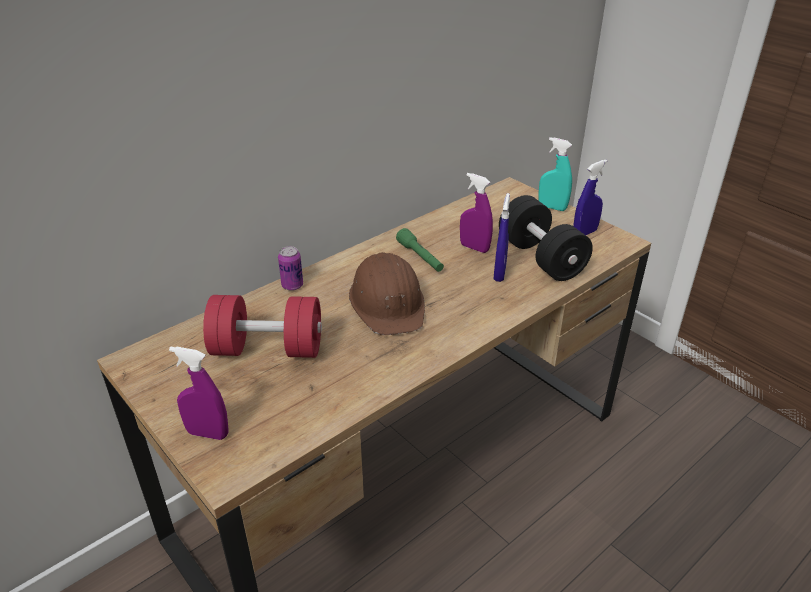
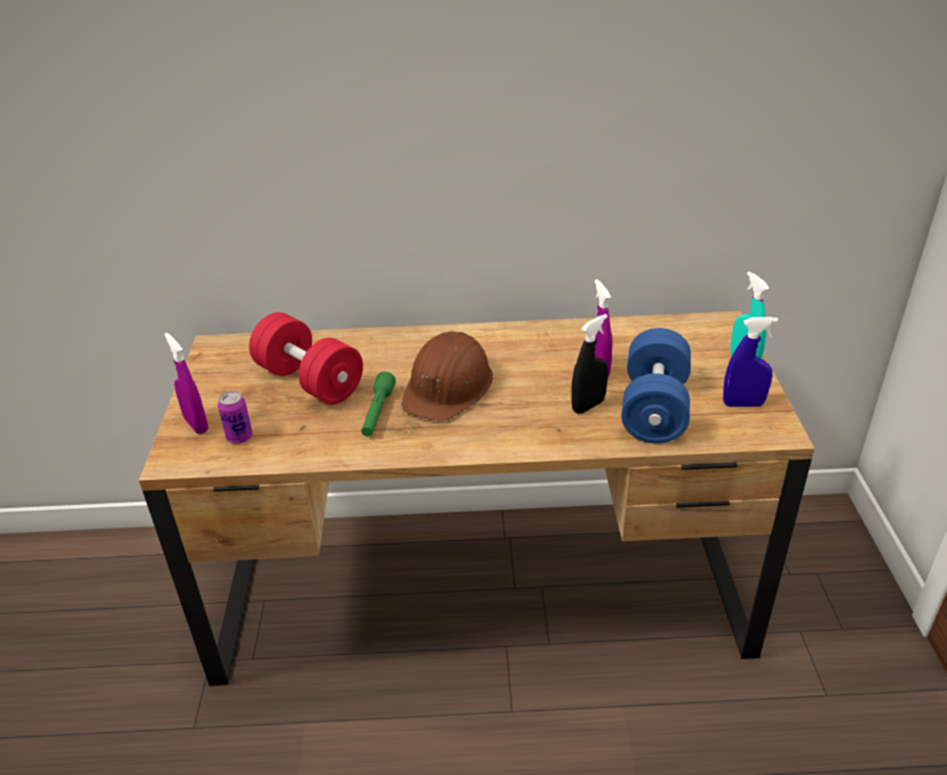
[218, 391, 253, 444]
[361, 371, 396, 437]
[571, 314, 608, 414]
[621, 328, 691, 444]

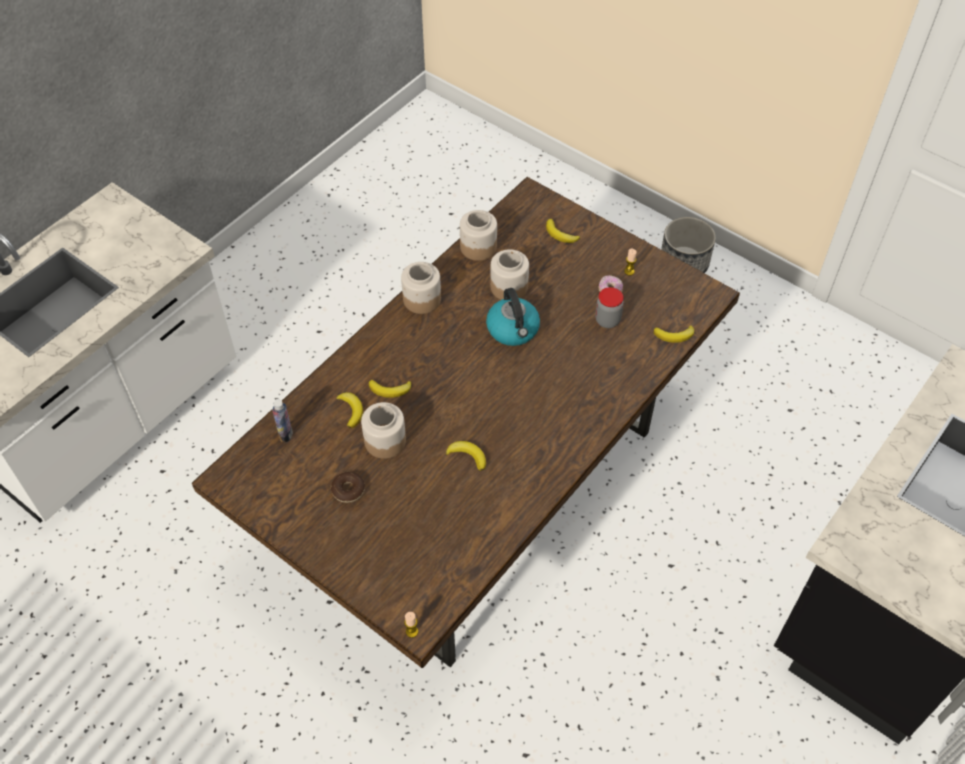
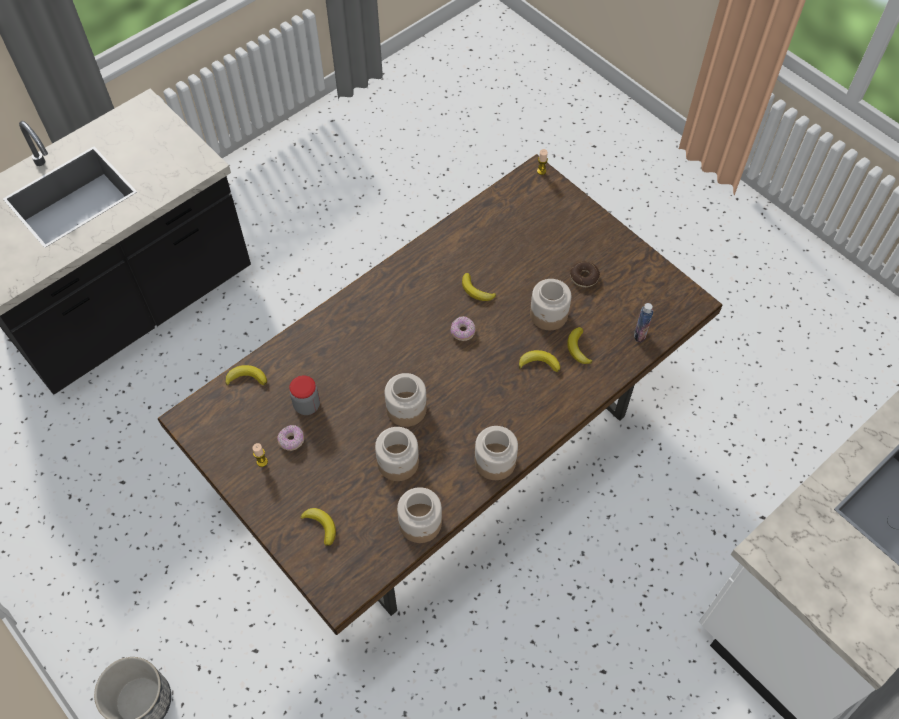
[450, 316, 475, 341]
[385, 373, 427, 427]

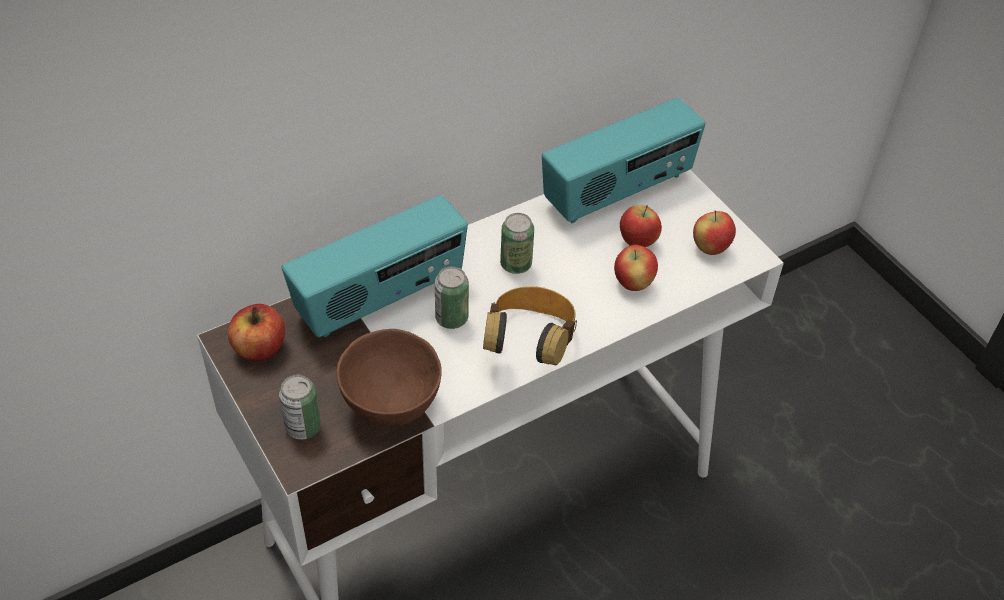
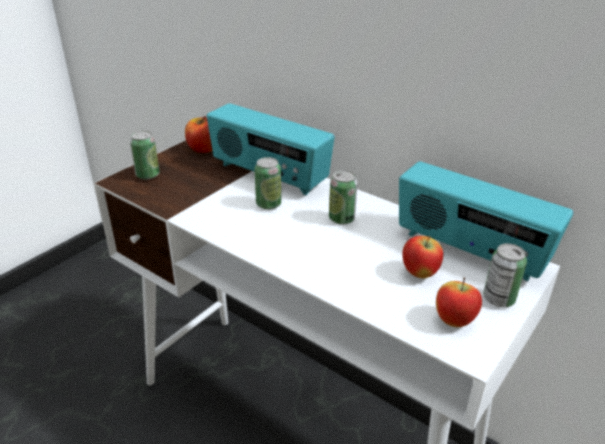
[337, 329, 442, 426] (first image)
[483, 286, 577, 365] (first image)
[614, 245, 658, 291] (first image)
[483, 243, 527, 307]

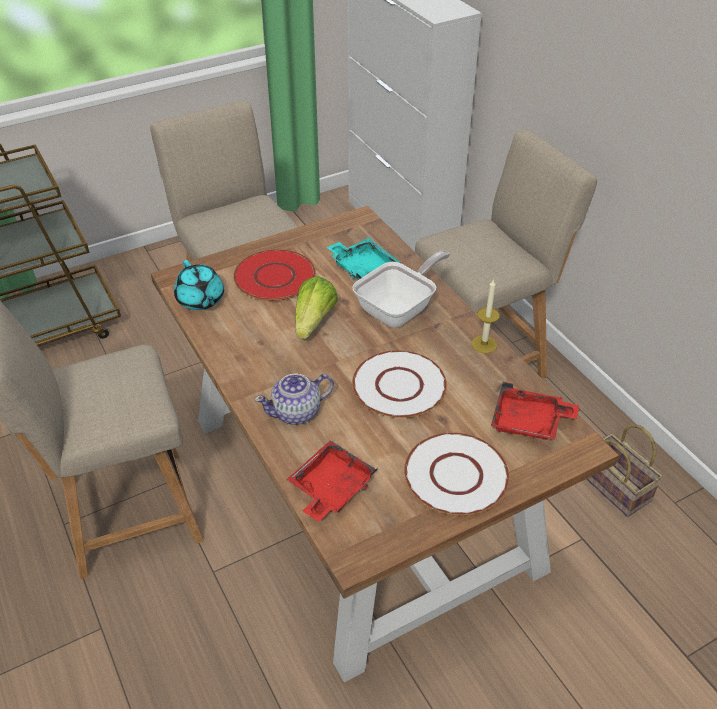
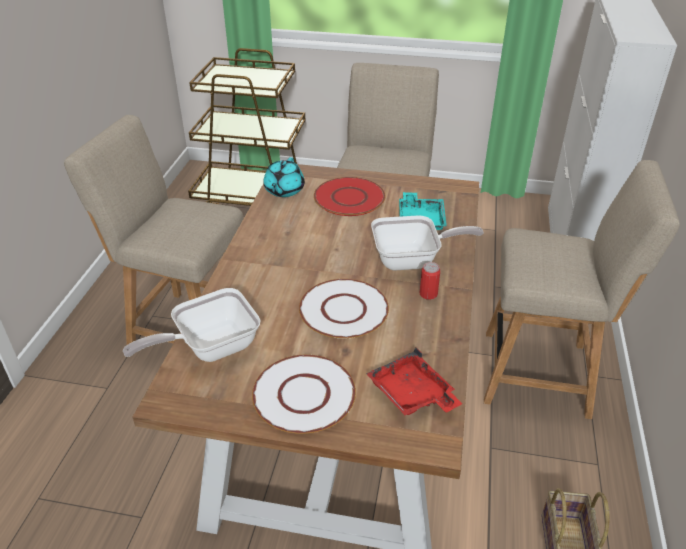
[255, 373, 334, 425] (first image)
[295, 276, 338, 339] (first image)
[472, 279, 500, 353] (first image)
[420, 262, 440, 300]
[123, 288, 261, 362]

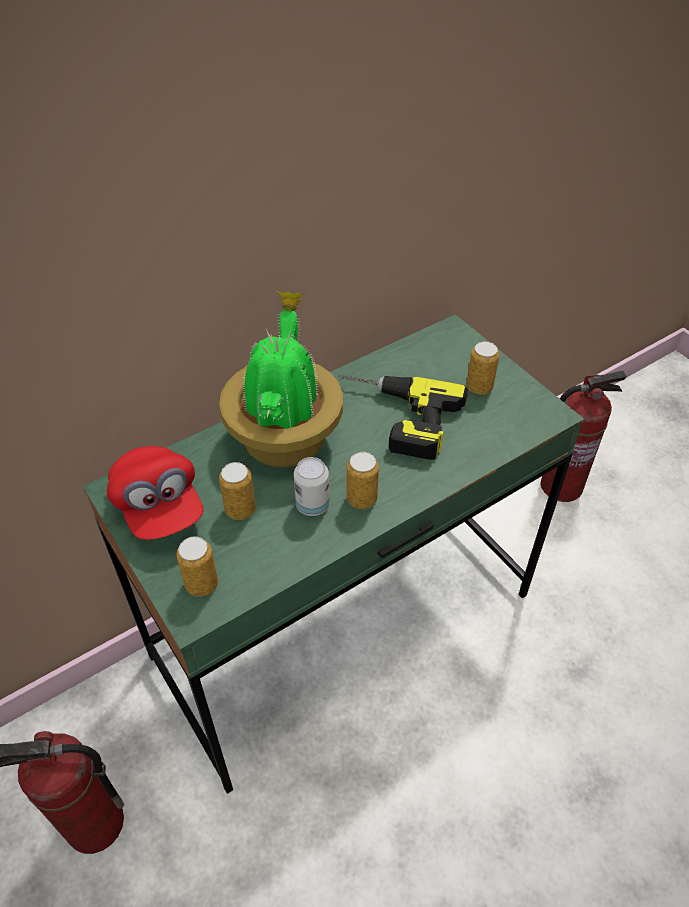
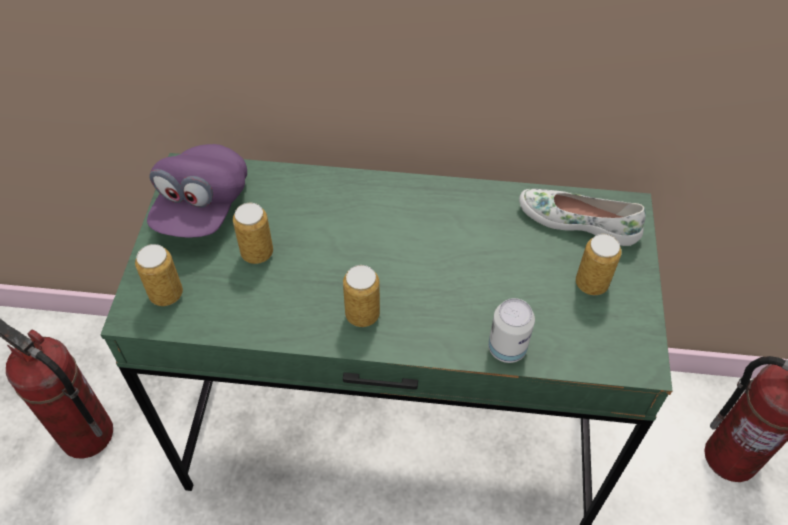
[219, 292, 343, 467] (first image)
[338, 375, 468, 460] (first image)
[519, 189, 646, 246]
[488, 298, 535, 363]
[147, 144, 247, 238]

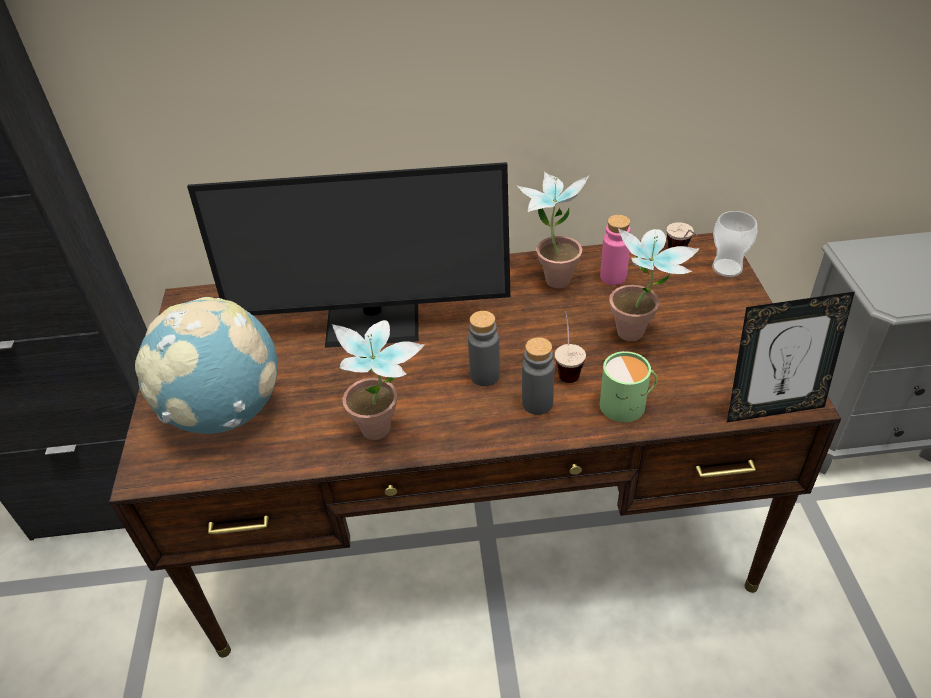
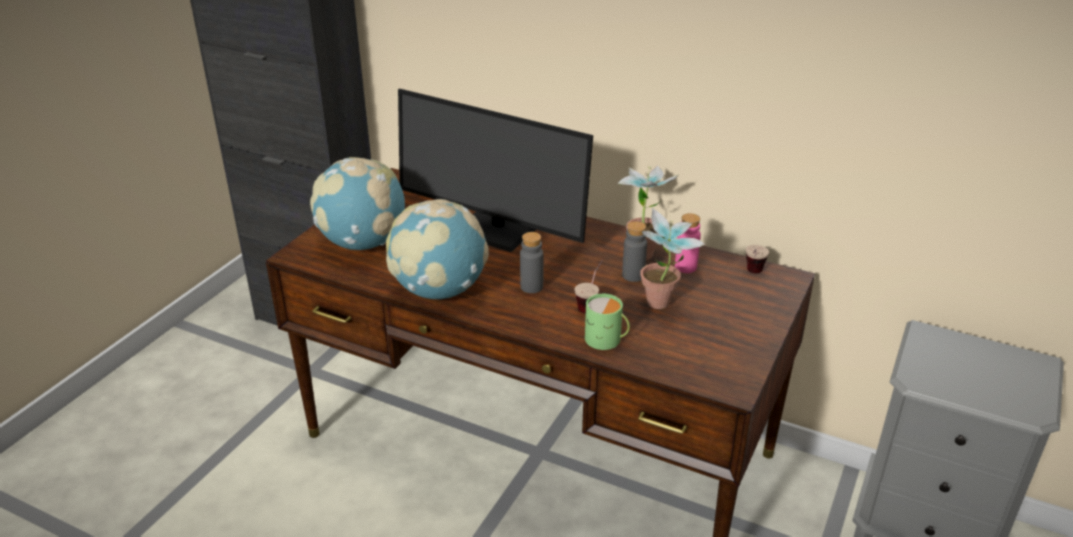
[712, 211, 757, 277] (first image)
[727, 292, 855, 422] (first image)
[622, 221, 647, 282]
[386, 199, 489, 299]

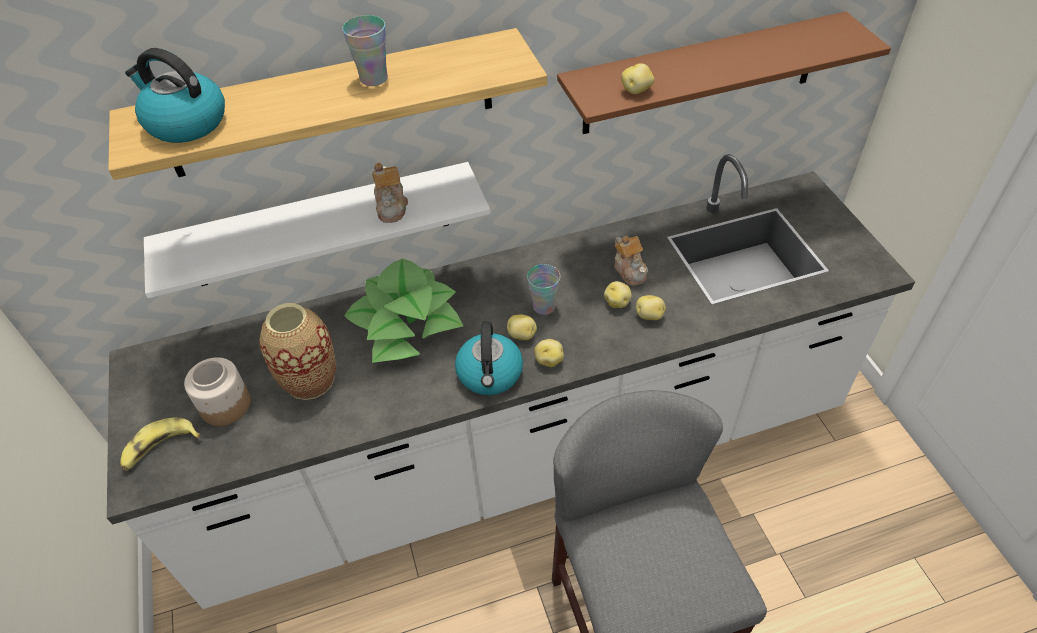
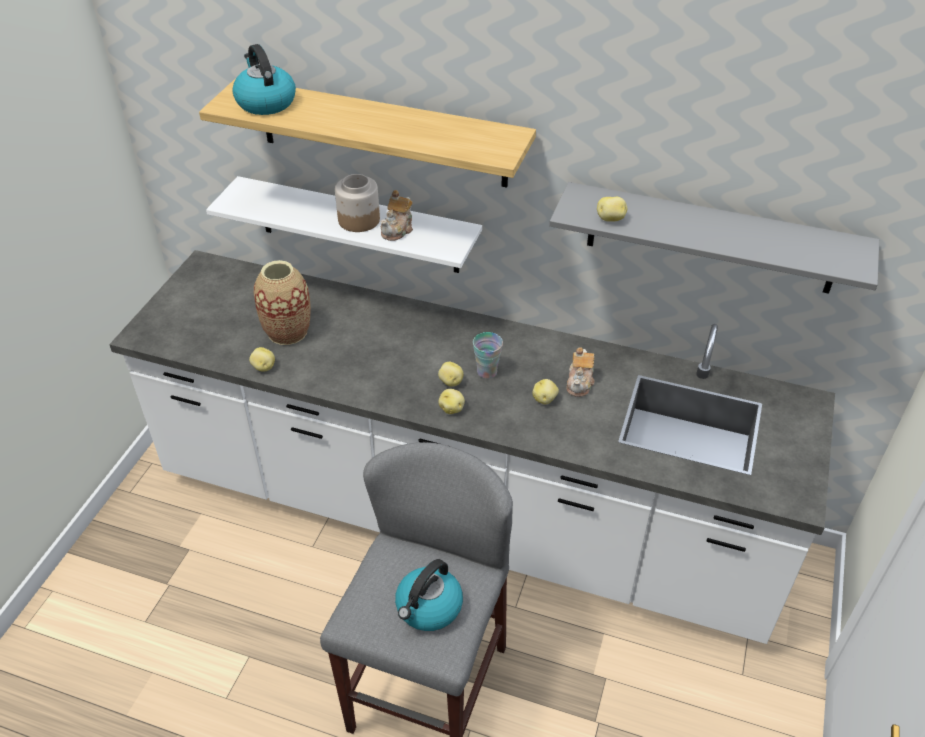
[120, 418, 200, 471] (first image)
[342, 15, 388, 86] (first image)
[344, 259, 463, 363] (first image)
[335, 174, 380, 232]
[395, 559, 463, 631]
[249, 347, 275, 371]
[549, 182, 879, 294]

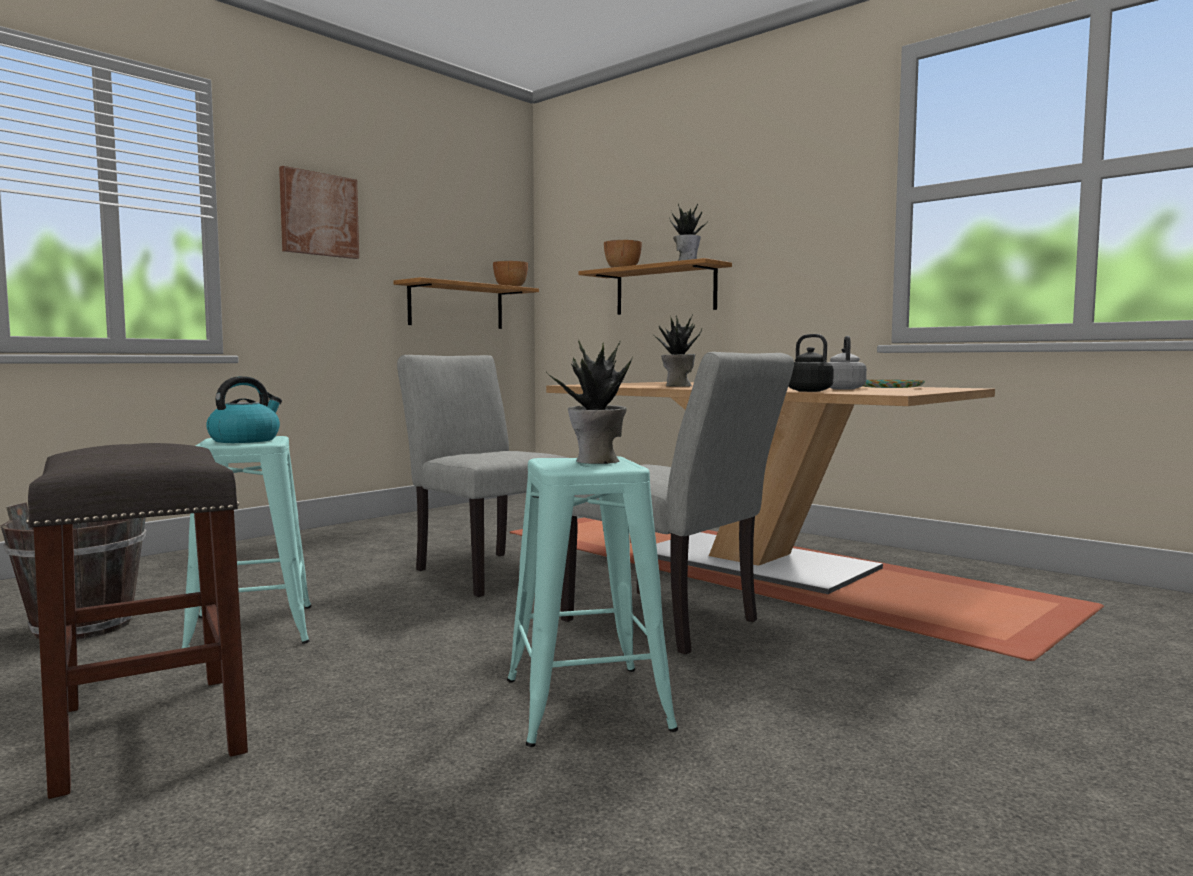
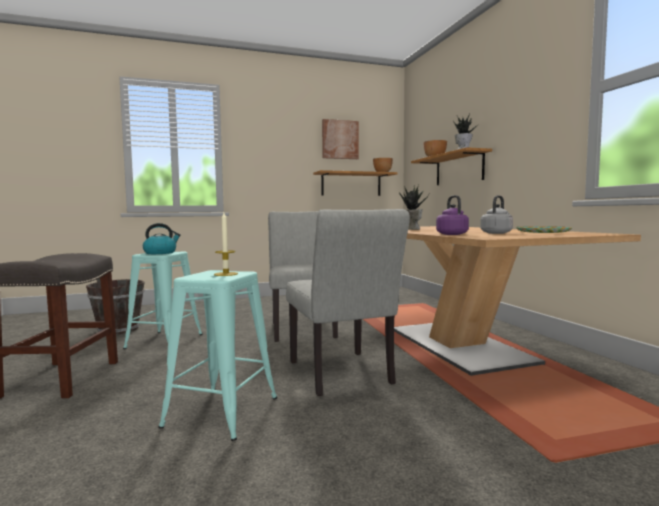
[322, 119, 359, 159]
[214, 212, 238, 276]
[436, 195, 469, 235]

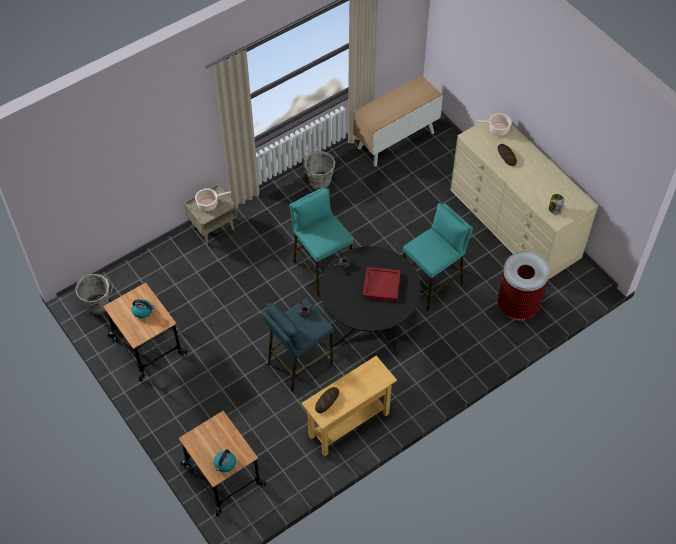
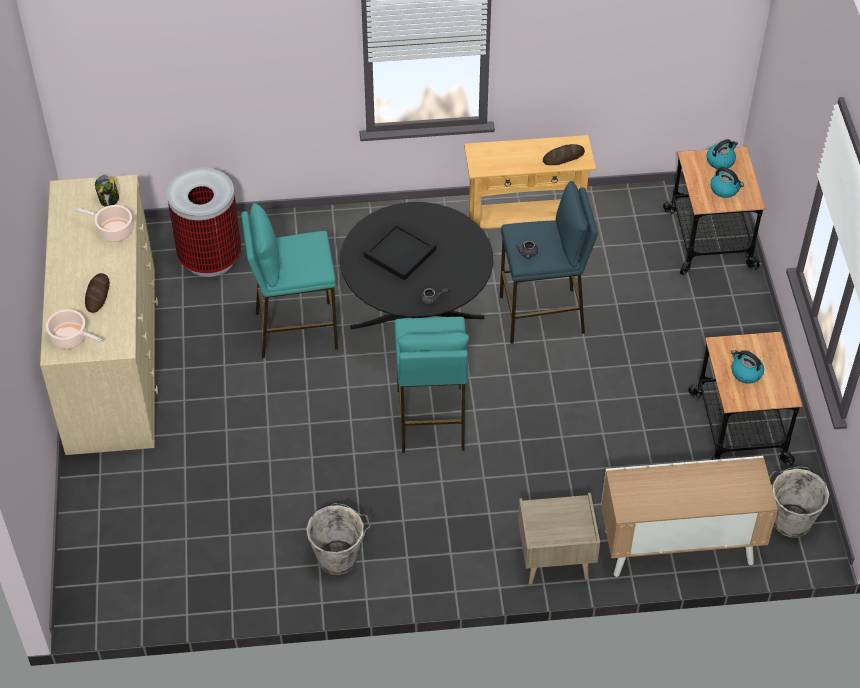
[710, 167, 744, 198]
[74, 205, 132, 242]
[601, 456, 778, 577]
[363, 222, 436, 281]

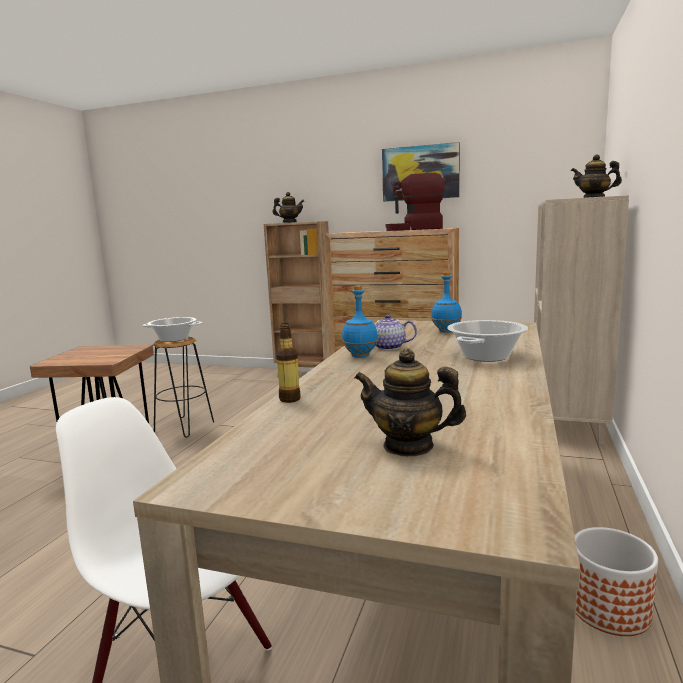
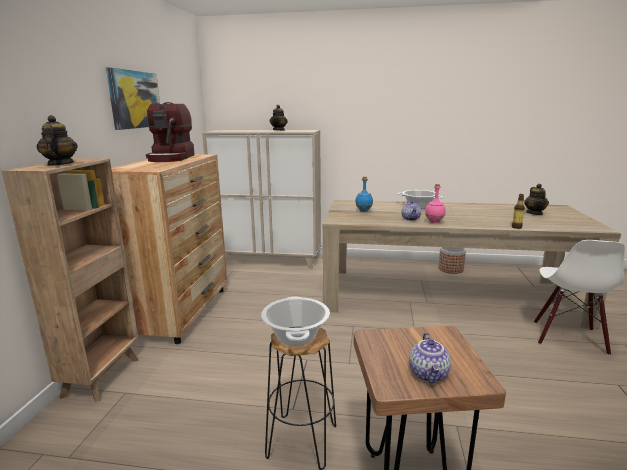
[409, 333, 451, 383]
[425, 184, 445, 223]

